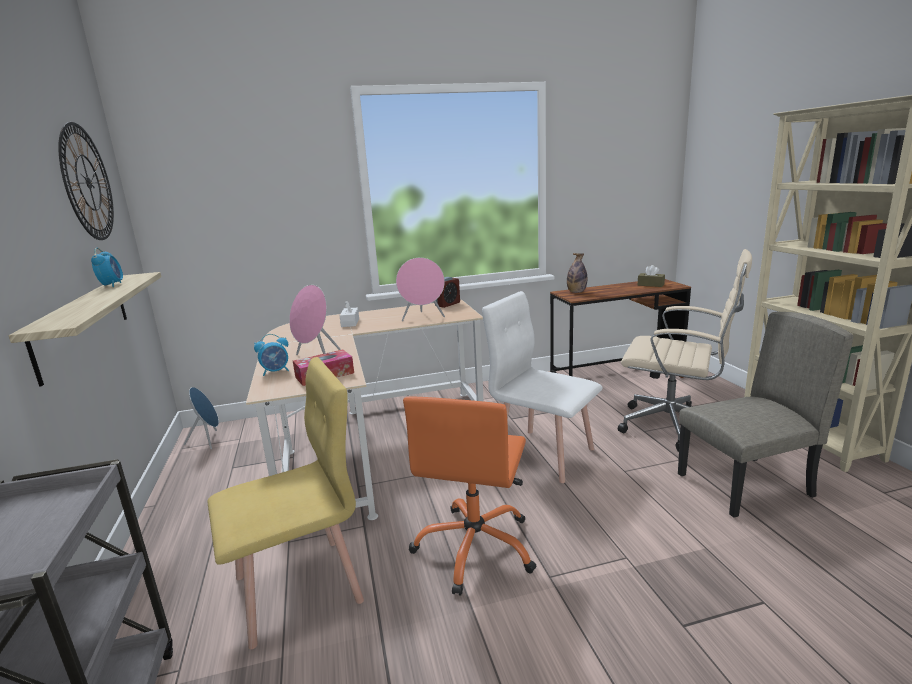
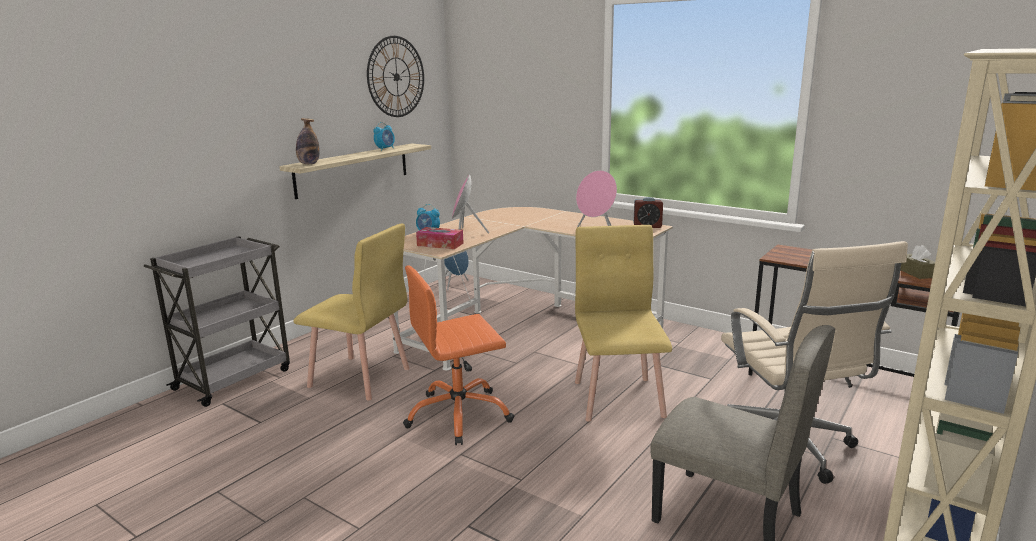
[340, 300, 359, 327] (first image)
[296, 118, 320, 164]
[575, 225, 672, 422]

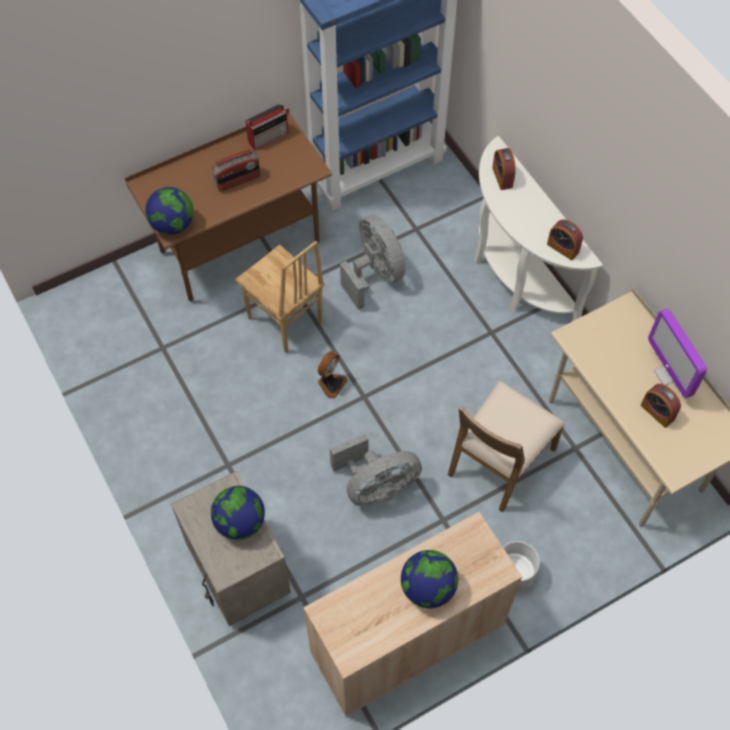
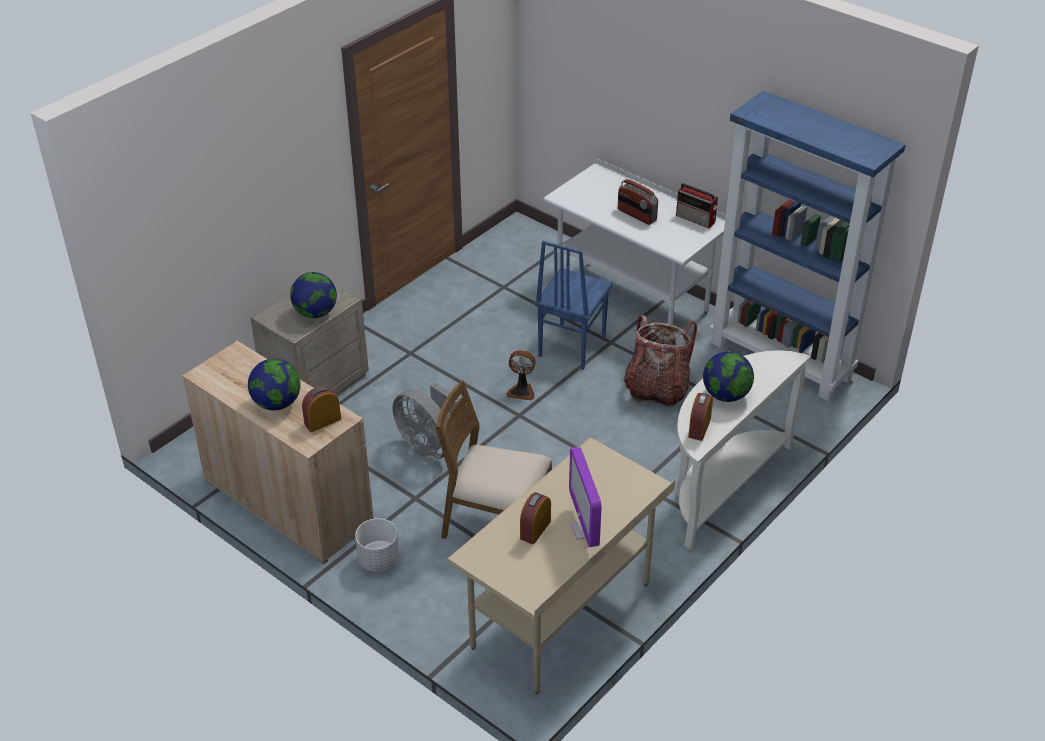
[703, 351, 754, 402]
[302, 386, 341, 432]
[624, 315, 697, 407]
[543, 158, 726, 325]
[535, 241, 613, 370]
[569, 447, 602, 547]

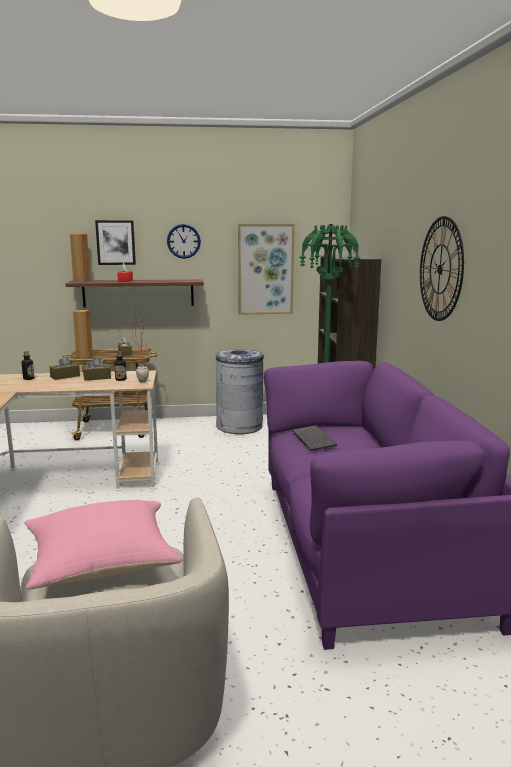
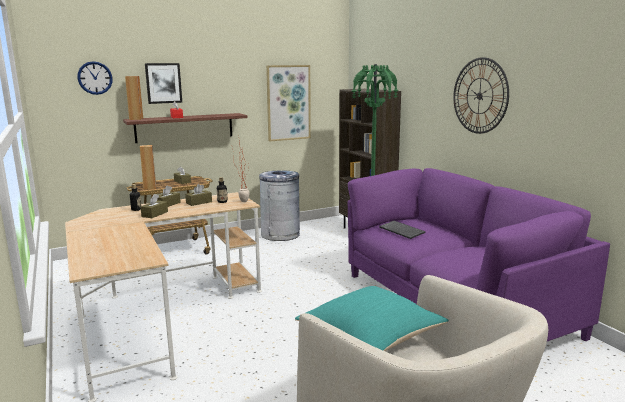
[141, 194, 168, 218]
[77, 61, 113, 95]
[295, 286, 449, 351]

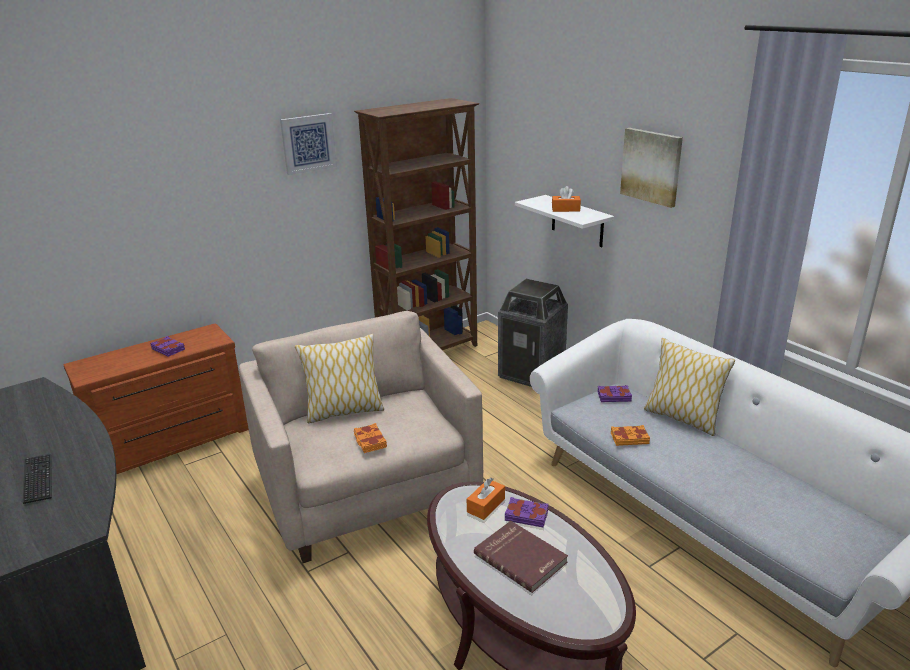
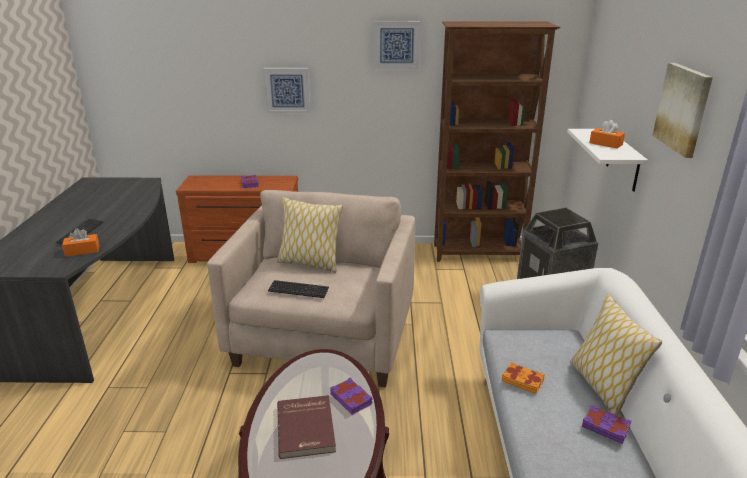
[263, 68, 310, 113]
[62, 228, 99, 257]
[582, 404, 631, 444]
[268, 280, 329, 298]

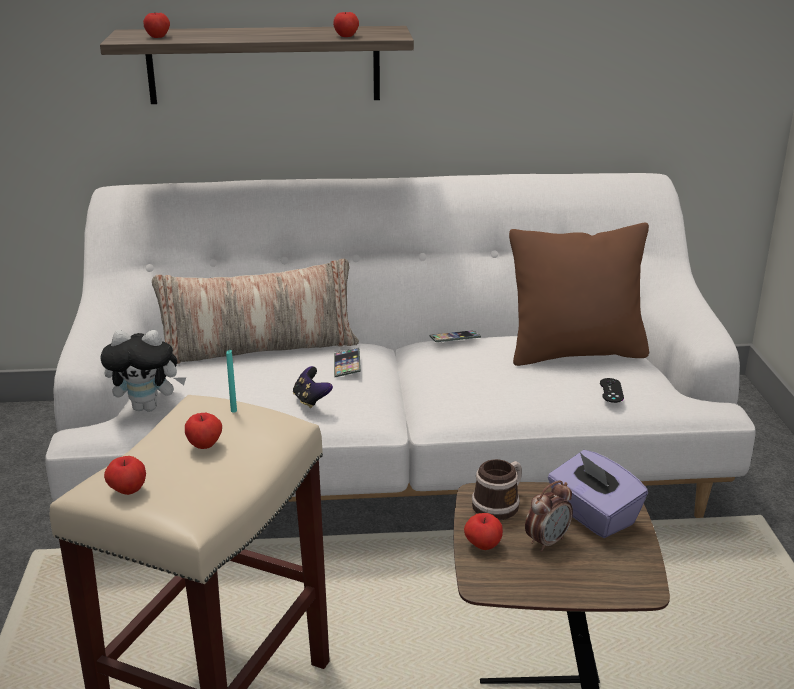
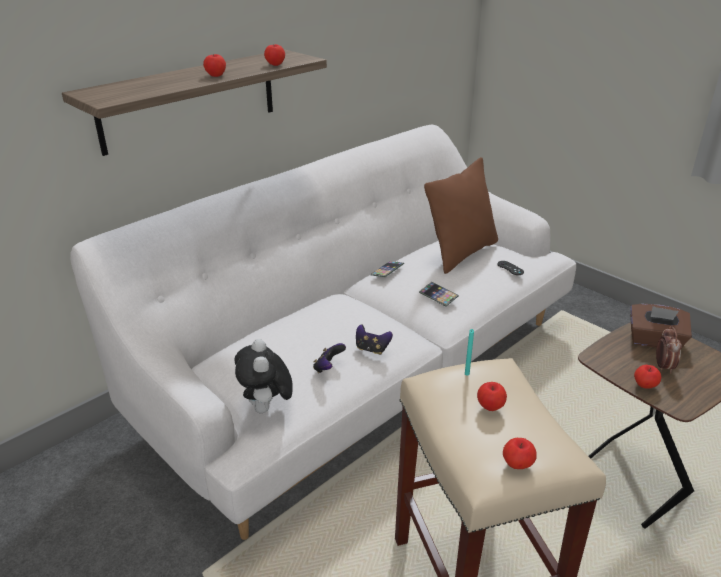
[152, 259, 359, 364] (first image)
[472, 459, 522, 520] (first image)
[313, 343, 346, 373]
[203, 54, 226, 77]
[419, 282, 459, 306]
[630, 304, 692, 349]
[235, 339, 293, 413]

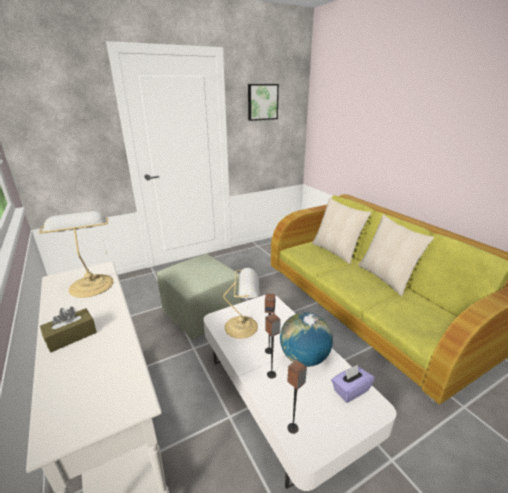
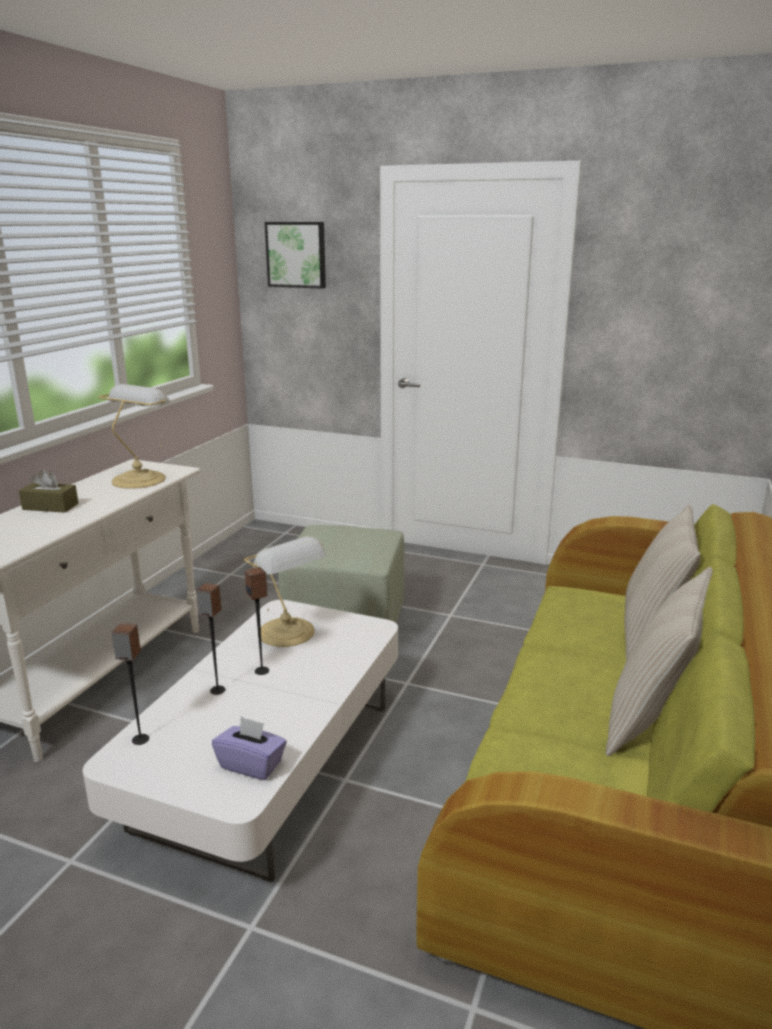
[280, 312, 333, 367] (first image)
[265, 222, 326, 288]

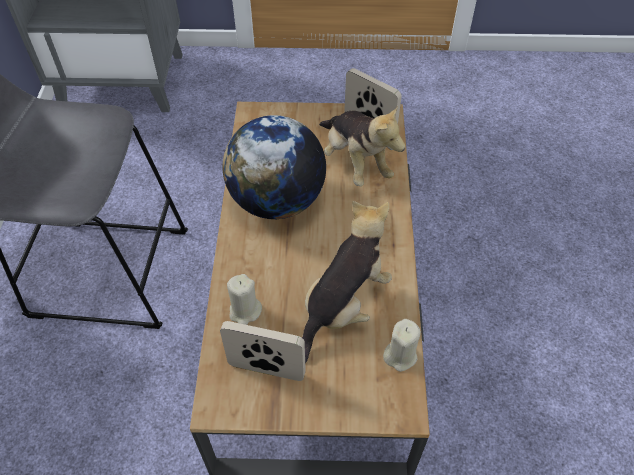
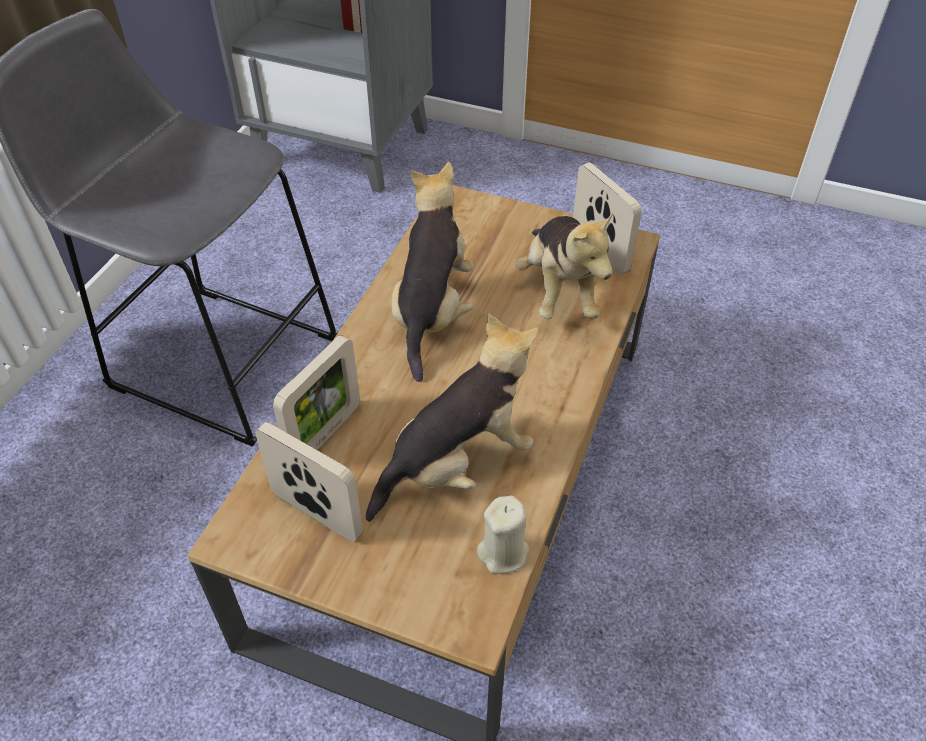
[391, 162, 474, 382]
[273, 335, 360, 450]

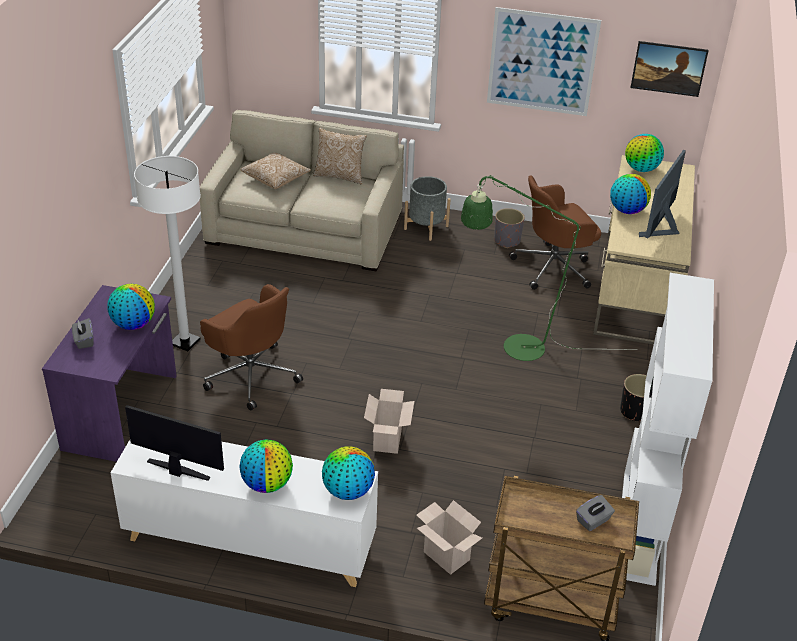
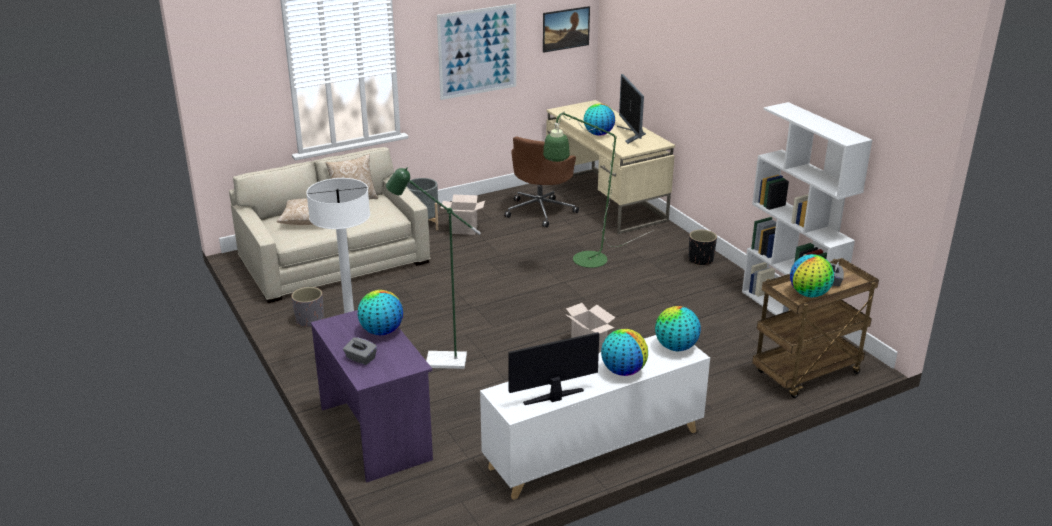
[441, 194, 485, 235]
[291, 287, 324, 327]
[790, 254, 834, 297]
[386, 168, 481, 369]

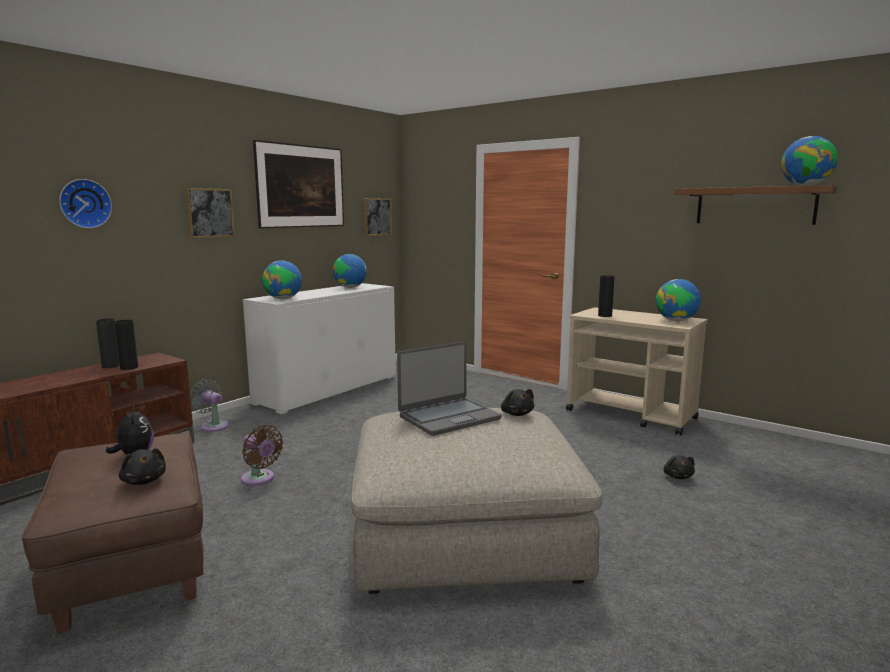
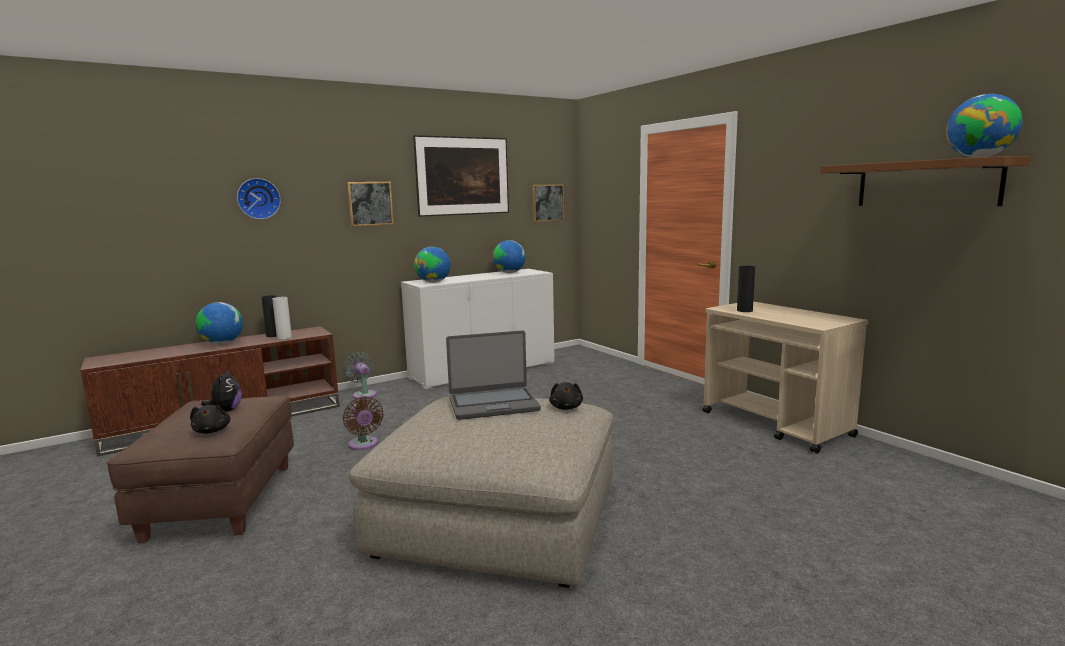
[663, 455, 695, 479] (first image)
[195, 302, 243, 344]
[272, 297, 292, 340]

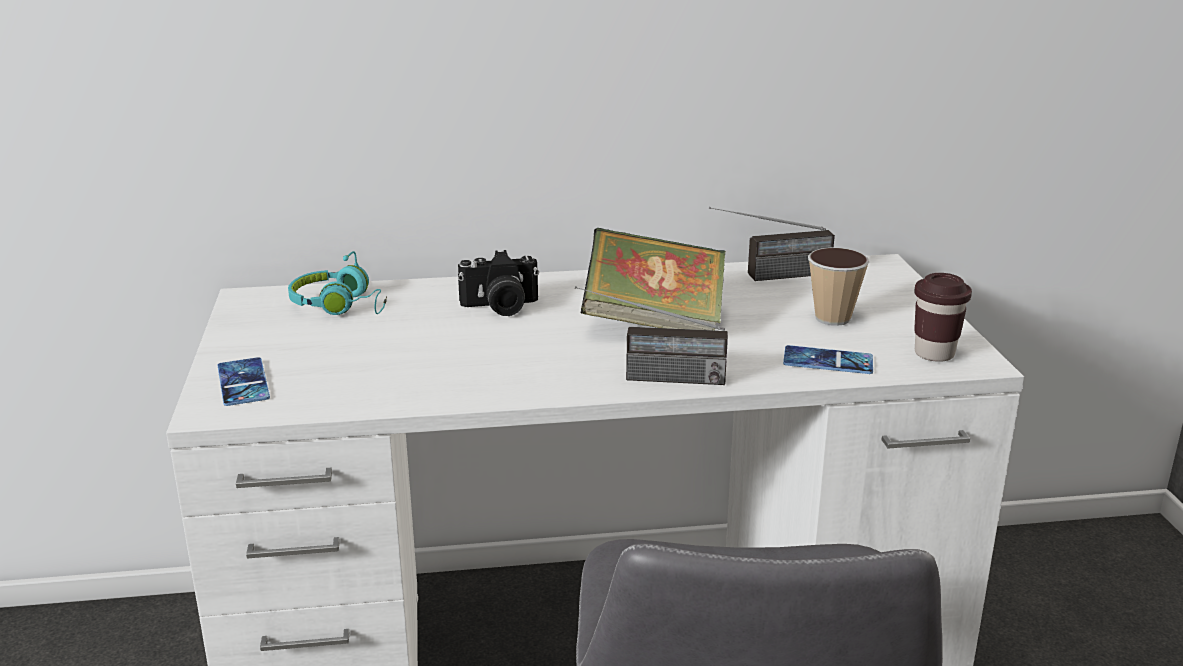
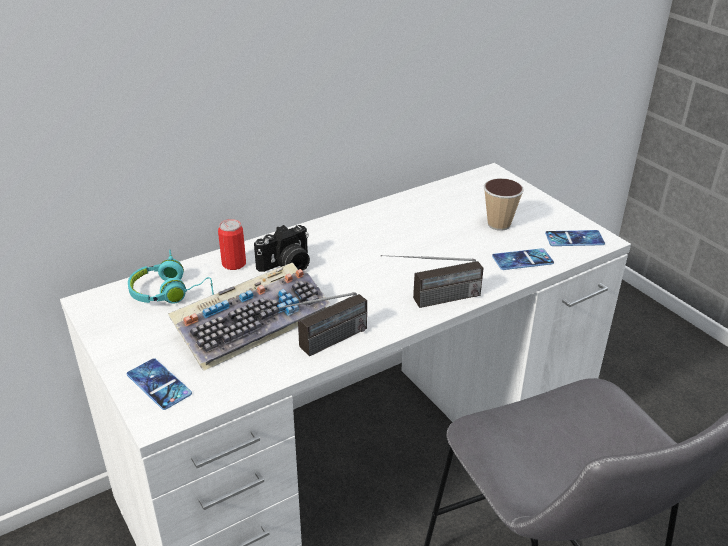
[581, 228, 726, 330] (first image)
[168, 263, 331, 371]
[218, 219, 246, 270]
[262, 292, 367, 356]
[545, 230, 605, 246]

